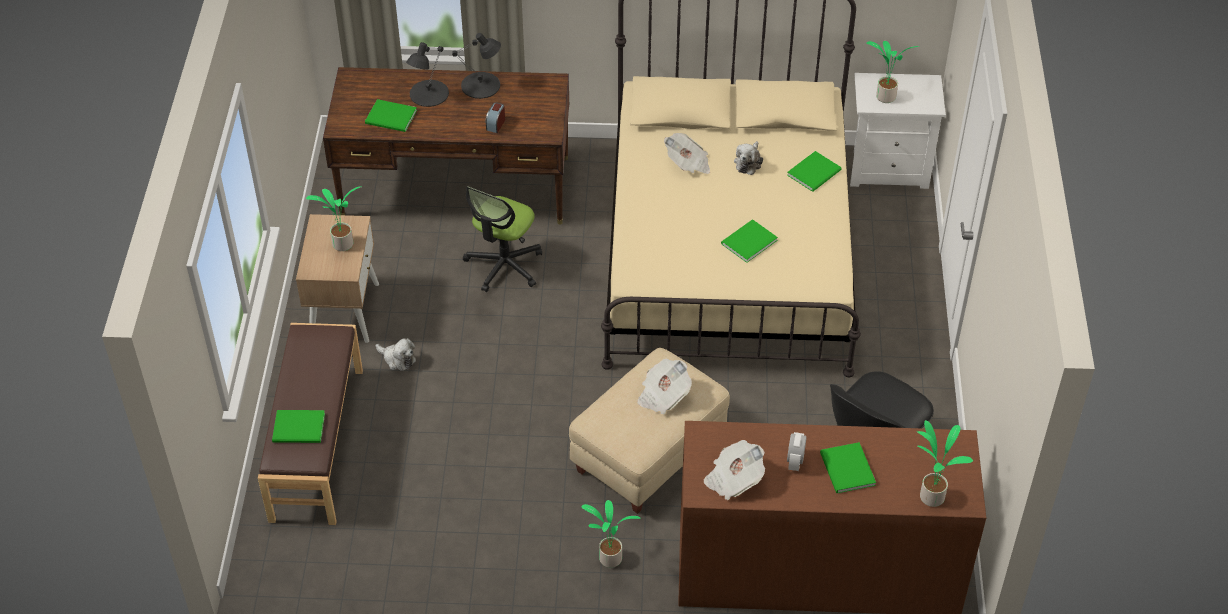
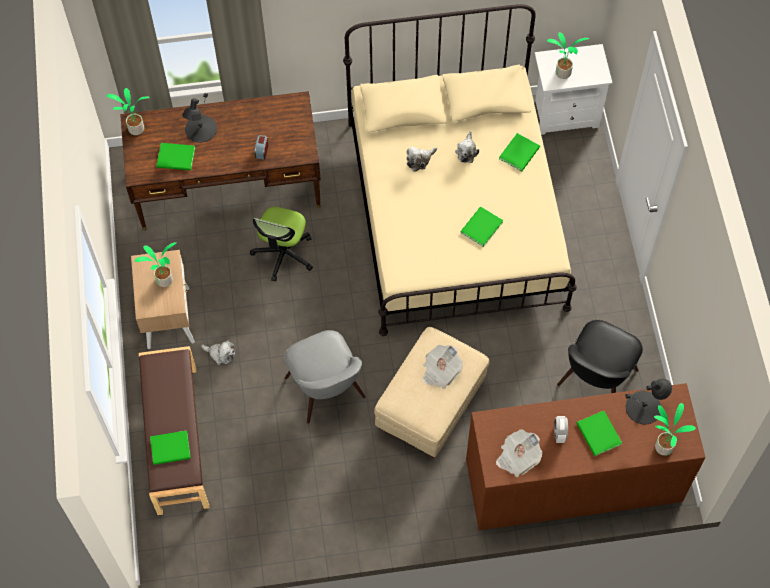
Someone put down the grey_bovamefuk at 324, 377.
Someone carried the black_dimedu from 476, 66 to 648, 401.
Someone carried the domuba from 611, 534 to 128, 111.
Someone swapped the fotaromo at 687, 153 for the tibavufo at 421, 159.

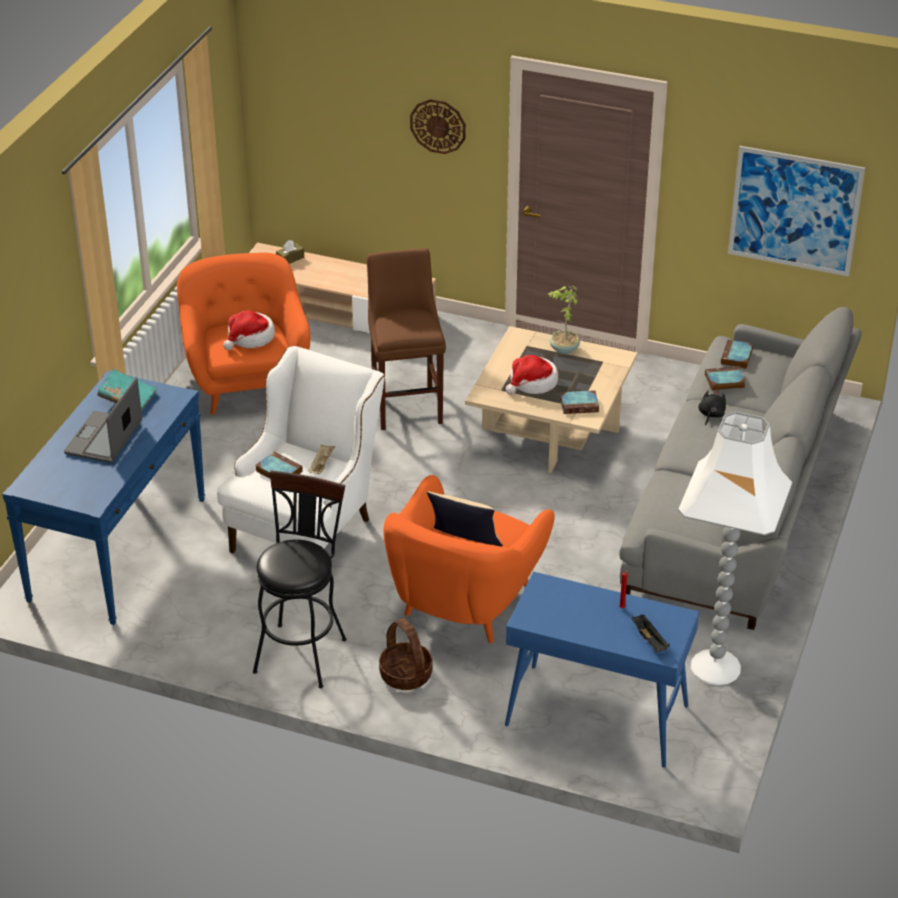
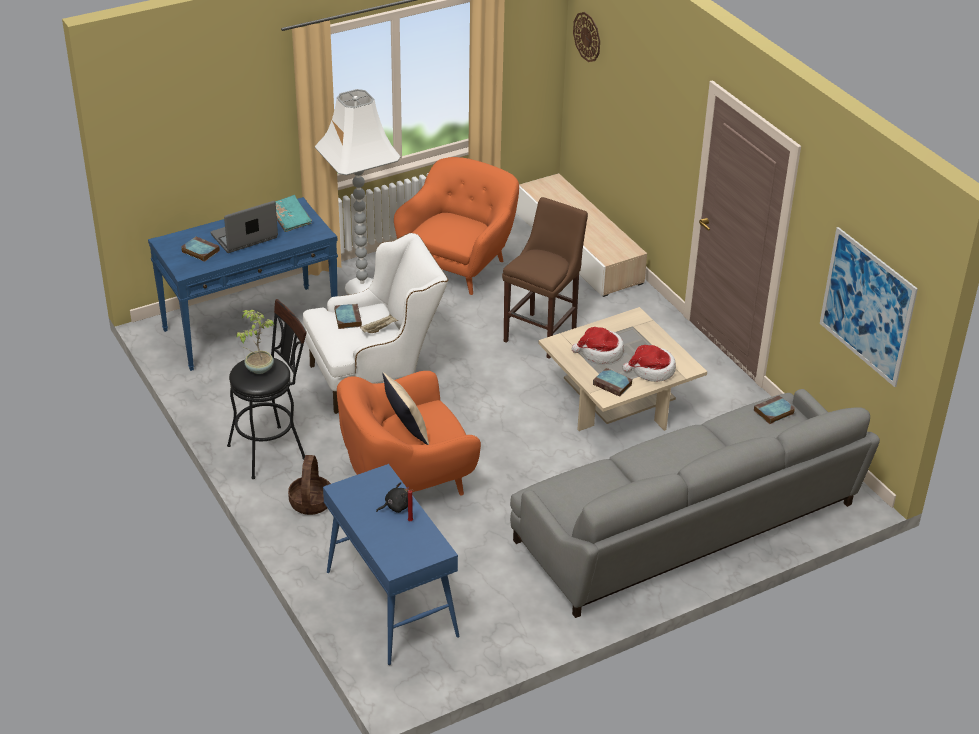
Someone took away the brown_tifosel at 290, 252.
Someone took away the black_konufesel at 651, 633.
Someone carried the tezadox from 249, 330 to 649, 363.
Someone carried the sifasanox from 438, 126 to 586, 37.
Someone carried the domuba from 564, 320 to 255, 342.
Someone carried the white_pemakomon from 735, 548 to 358, 192.
Someone carried the black_tibavufo from 712, 407 to 392, 497.
Someone carried the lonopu from 725, 378 to 200, 249.

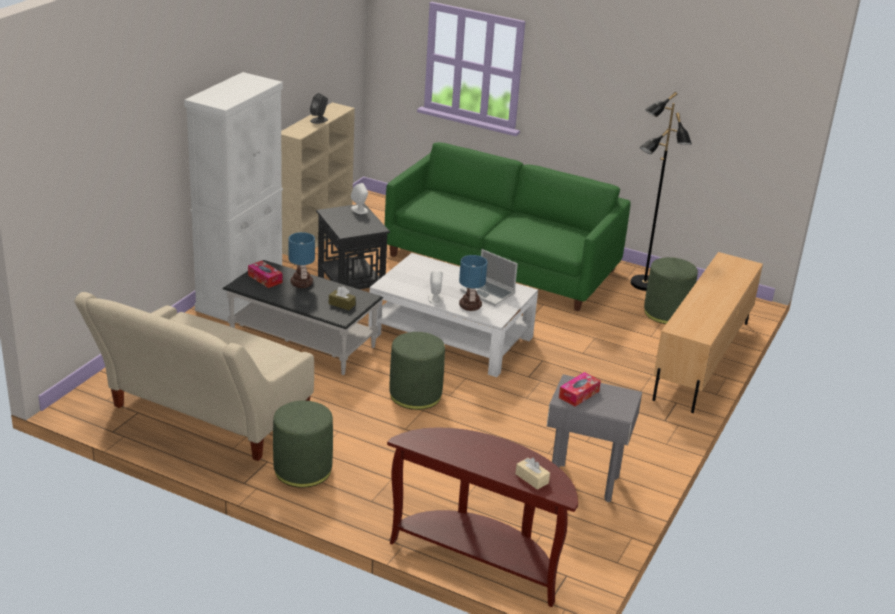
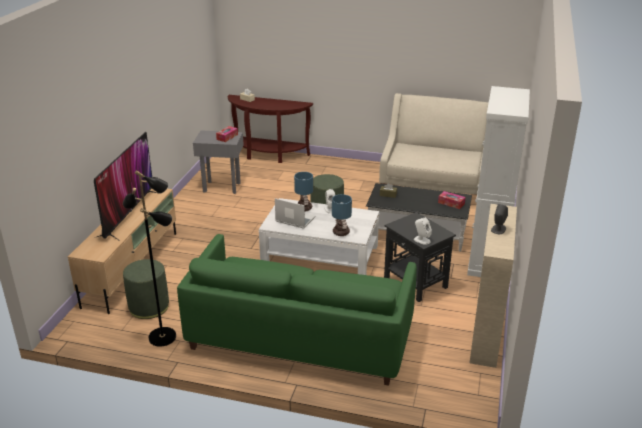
Someone took away the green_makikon at 303, 444.
Someone put down the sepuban at 127, 186.
Someone carried the dimedu from 302, 260 to 342, 215.

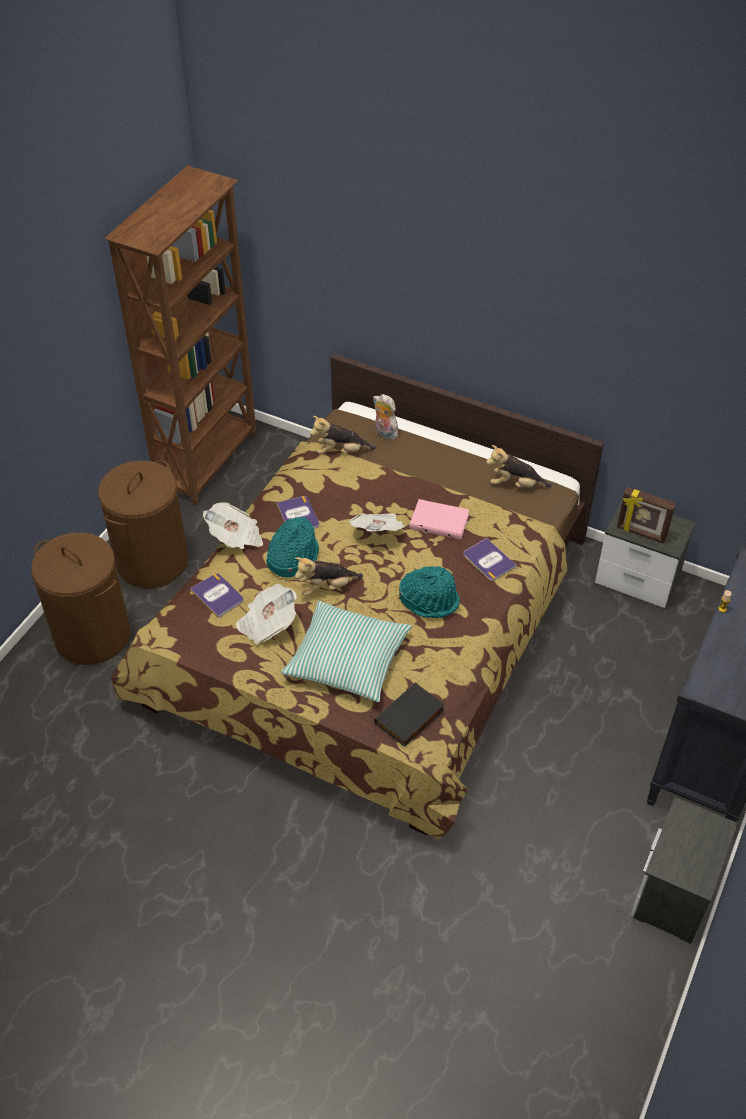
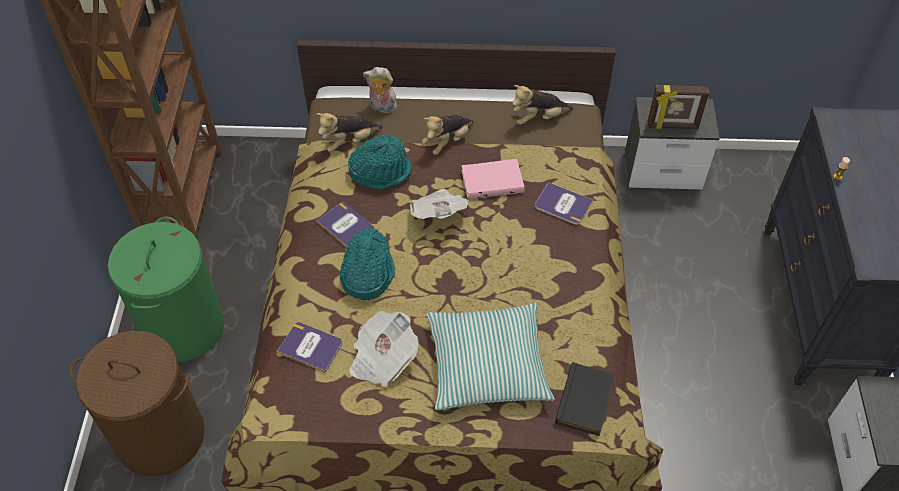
Someone took away the fotaromo at 233, 525.
Someone carried the tibavufo from 329, 576 to 448, 135.
Someone carried the turquoise_tezadox from 429, 592 to 380, 162.
Someone repainted the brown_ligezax at 143, 524, which became the green_ligezax at 166, 289.

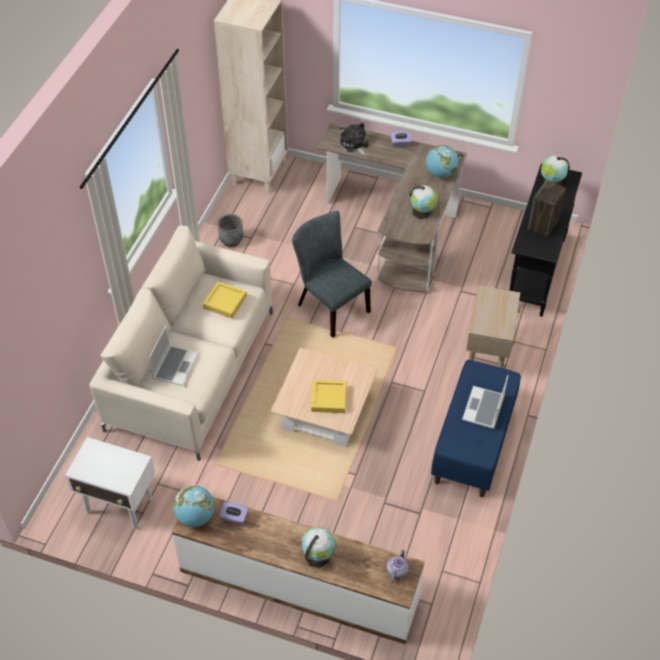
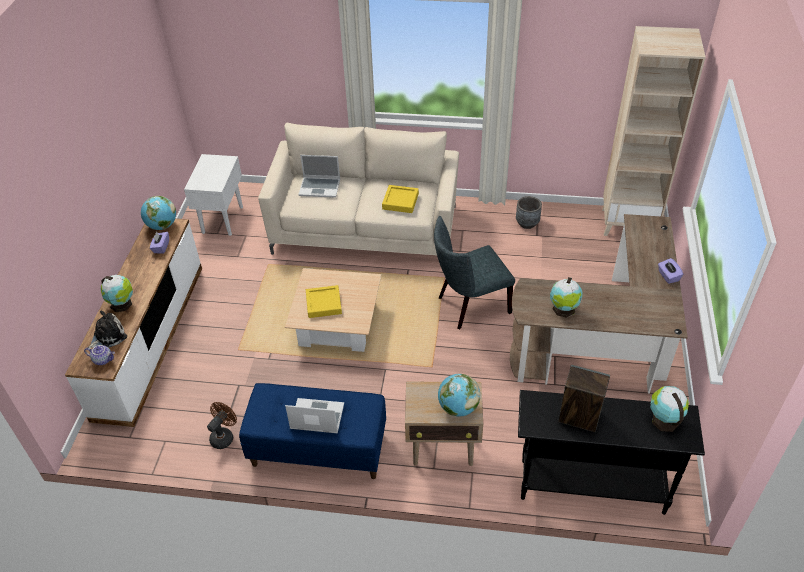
Someone put down the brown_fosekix at 222, 425.
Someone carried the tibavufo from 354, 139 to 107, 329.
Someone carried the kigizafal from 442, 161 to 459, 395.
Someone rotated the grey_bovamefuk at 332, 274 by 150 degrees counterclockwise.

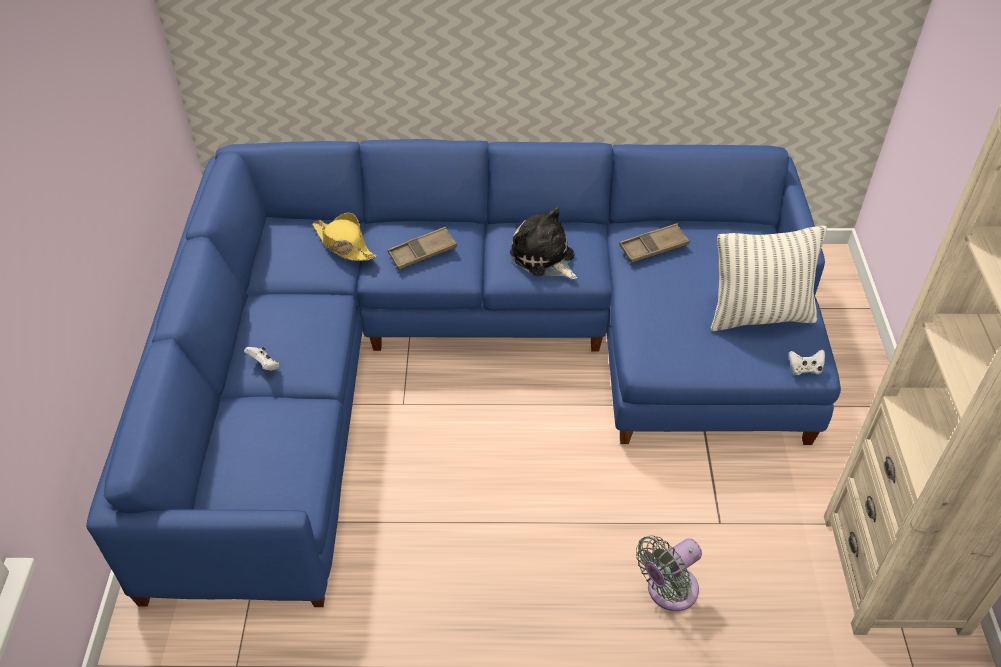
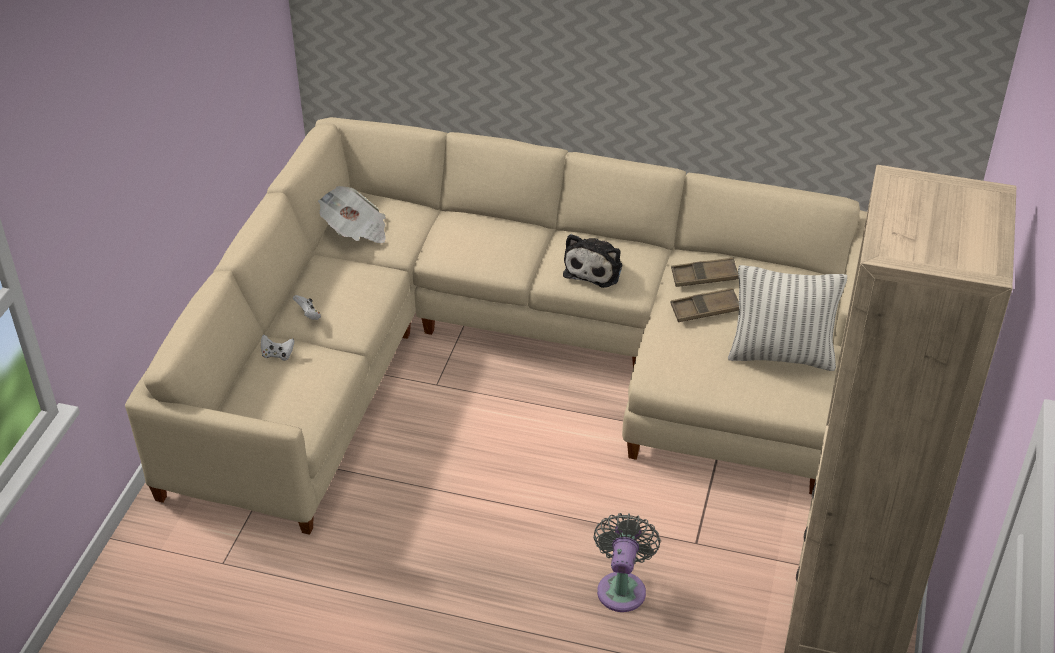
Someone took away the yellow_tezadox at 345, 237.
Someone put down the fotaromo at 352, 214.
Someone carried the brown_konufesel from 422, 248 to 705, 305.
Someone carried the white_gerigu from 807, 362 to 277, 348.
Someone repainted the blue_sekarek at 463, 373, which became the beige_sekarek at 496, 326.
Someone rotated the tibavufo at 543, 243 by 135 degrees counterclockwise.
Someone rotated the grey_fosekix at 669, 573 by 120 degrees clockwise.

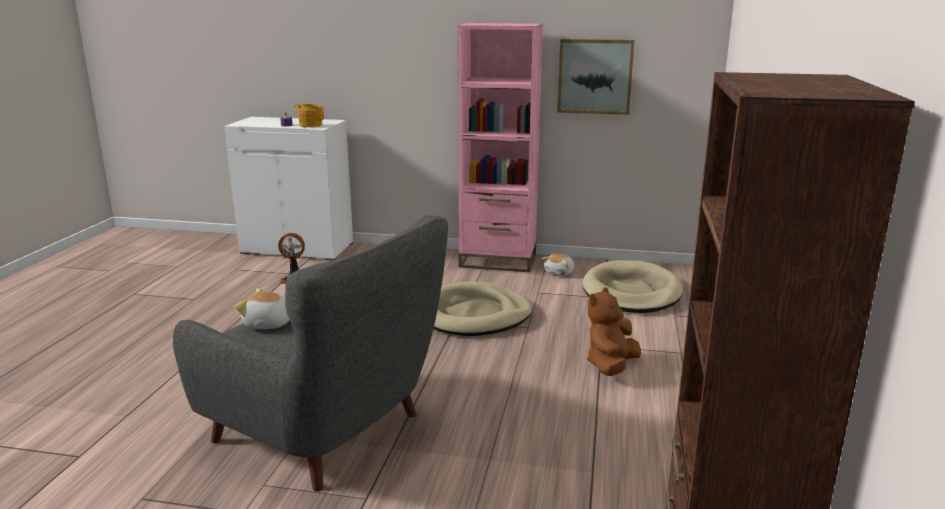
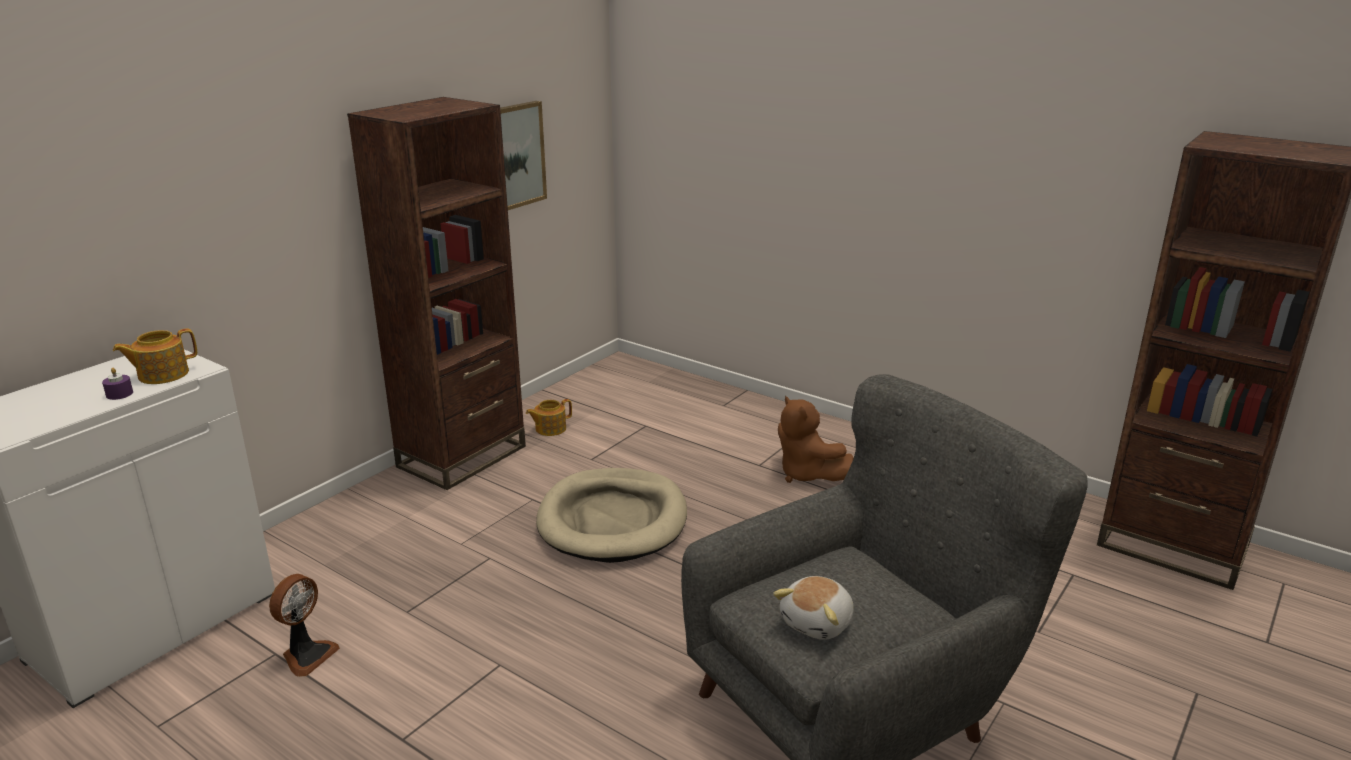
Someone took away the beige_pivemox at 633, 286.
Someone swapped the tibavufo at 557, 264 for the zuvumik at 549, 417.
Someone repainted the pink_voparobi at 500, 147, which became the brown_voparobi at 436, 293.

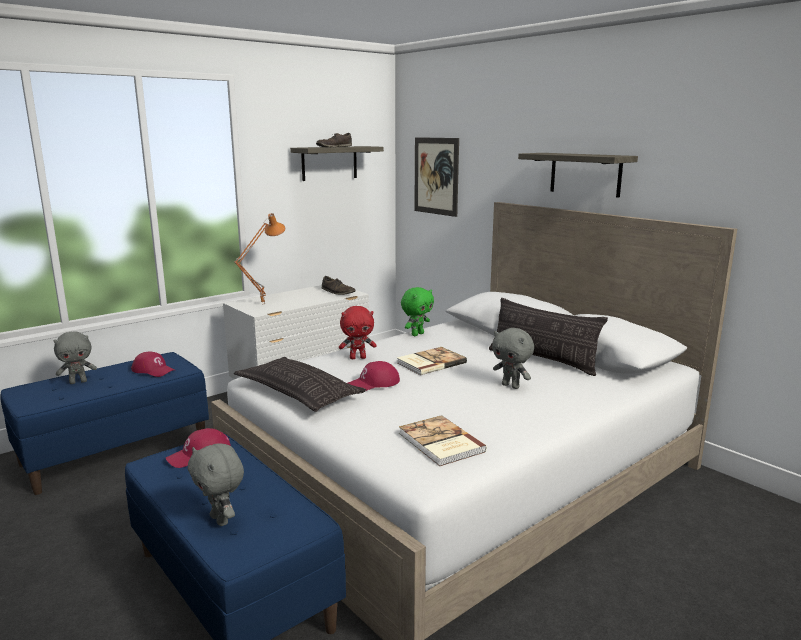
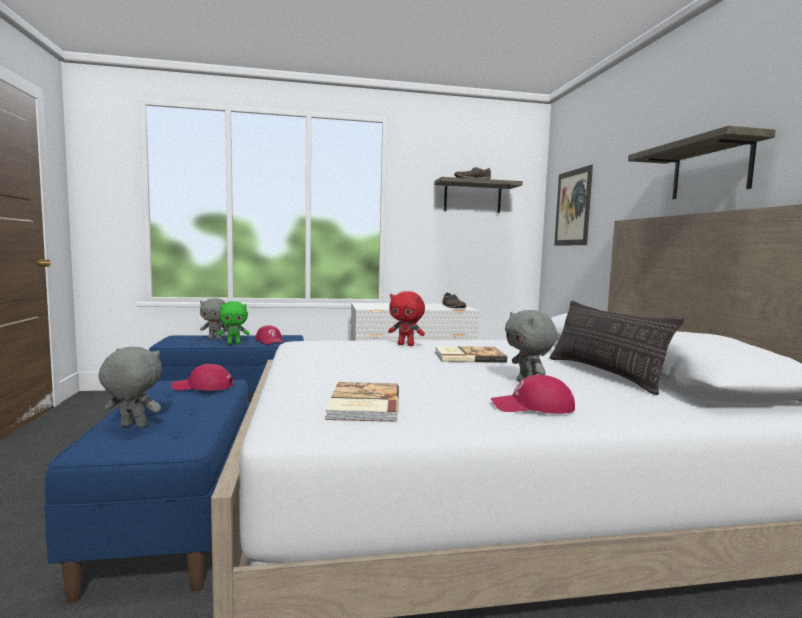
Someone took away the orange_dimedu at 259, 259.
Someone took away the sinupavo at 300, 384.
Someone carried the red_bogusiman from 374, 376 to 533, 394.
Someone carried the green_tibavufo from 417, 311 to 234, 322.
Someone rotated the grey_tibavufo at 216, 484 by 105 degrees clockwise.

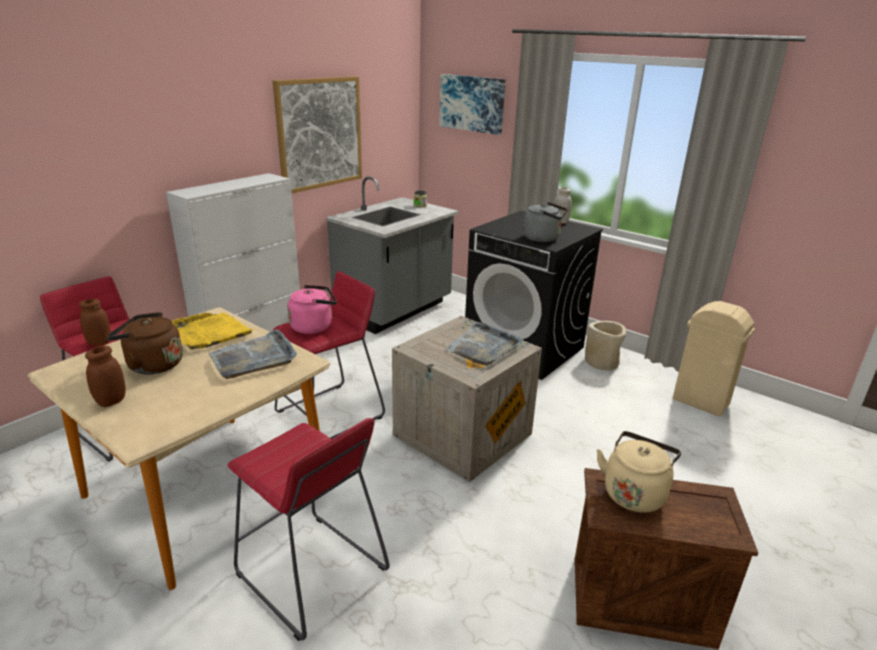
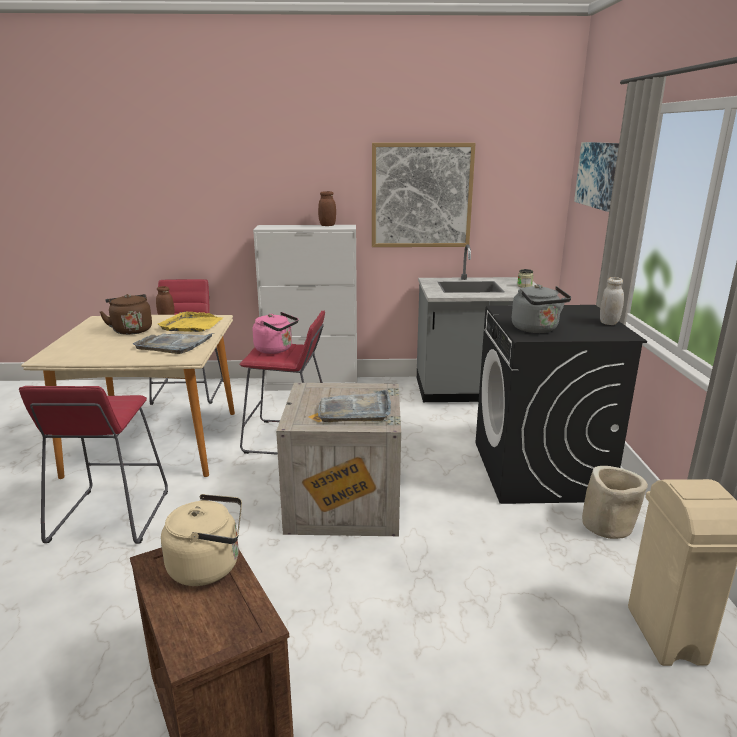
Someone carried the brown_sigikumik from 105, 376 to 327, 208.

